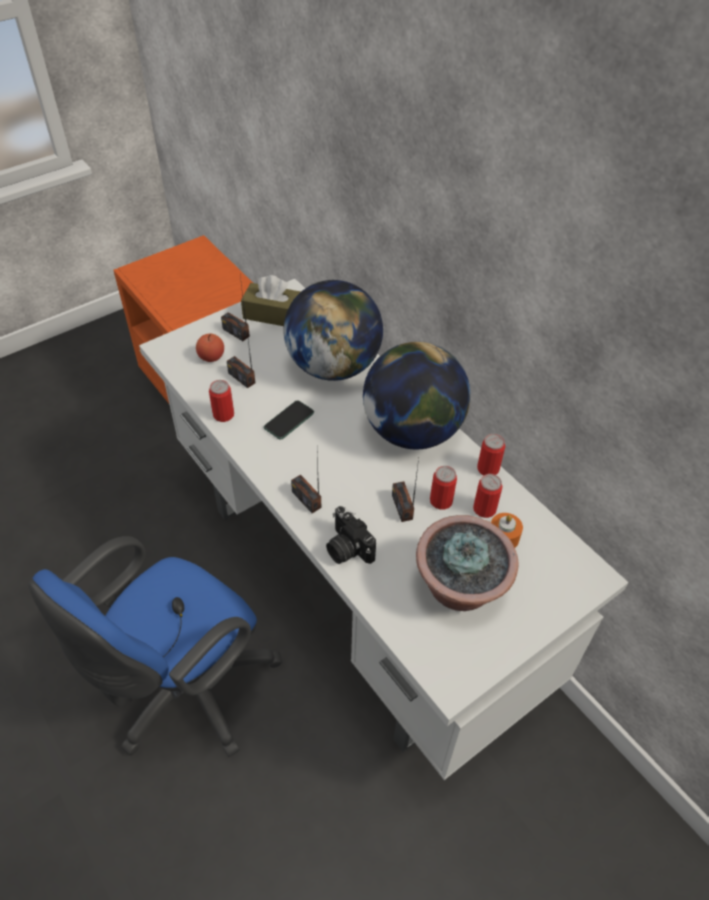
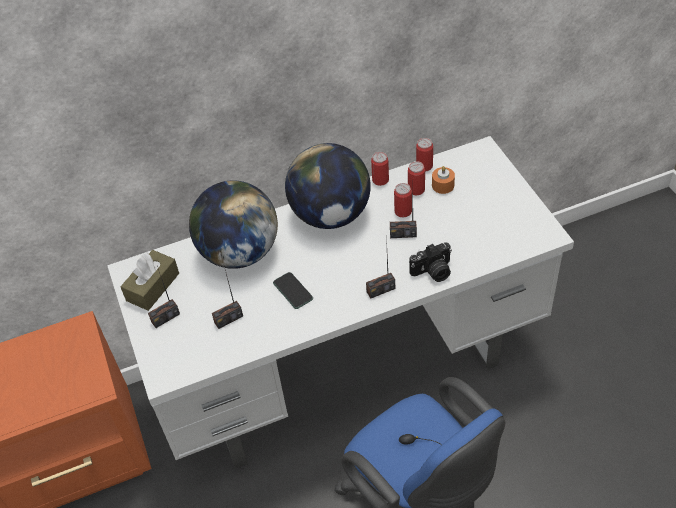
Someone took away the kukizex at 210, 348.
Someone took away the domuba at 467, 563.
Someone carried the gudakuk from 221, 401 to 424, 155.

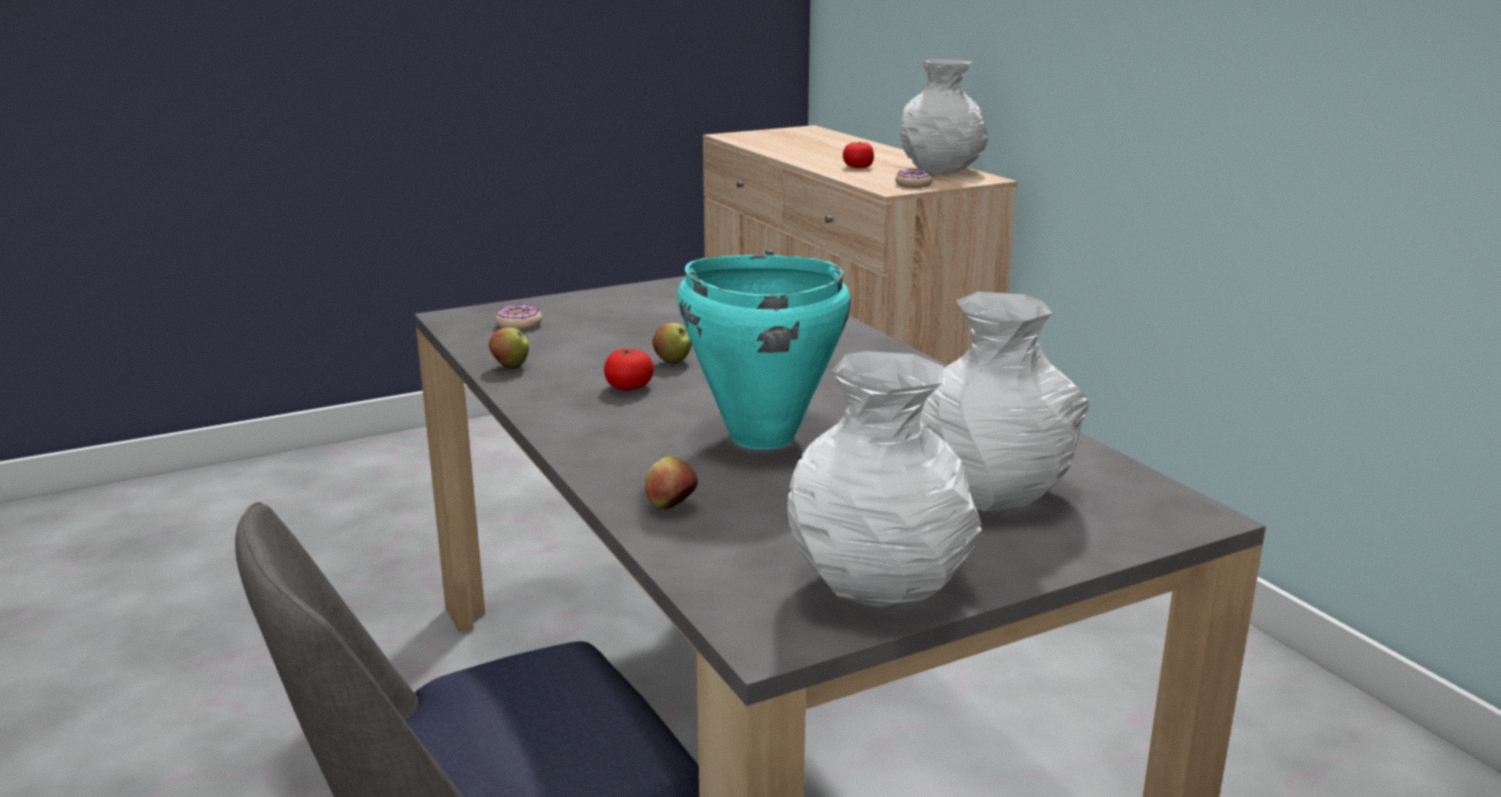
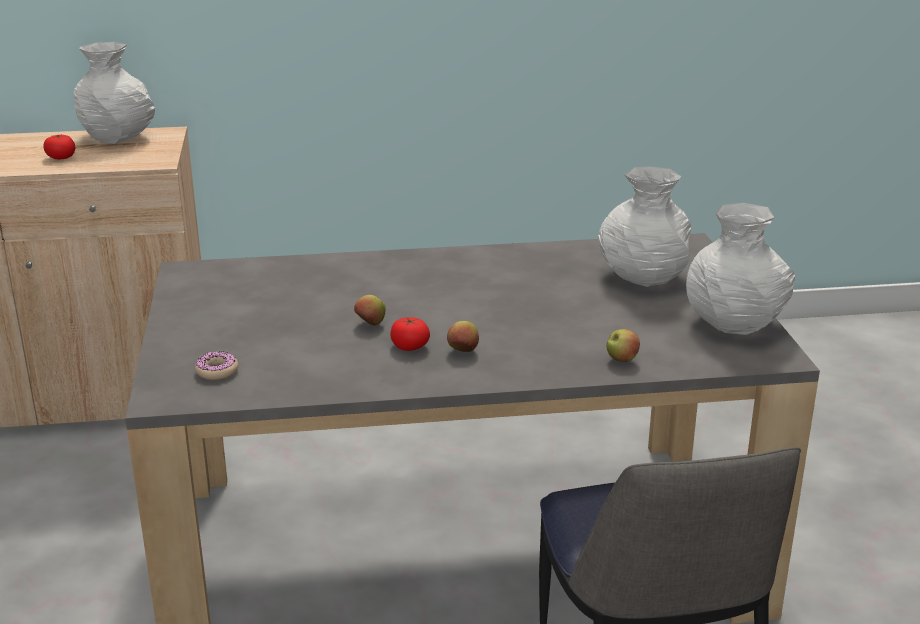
Someone took away the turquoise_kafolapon at 764, 352.
Someone took away the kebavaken at 914, 179.
Someone carried the kukizex from 509, 348 to 463, 336.

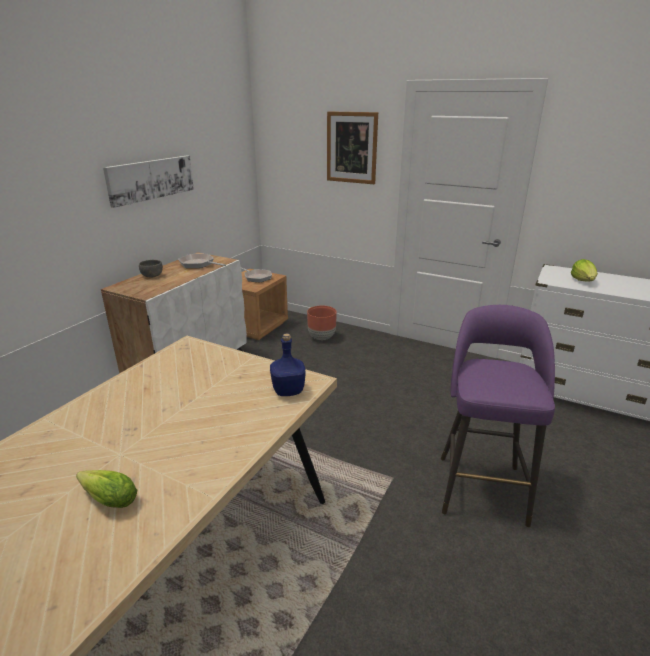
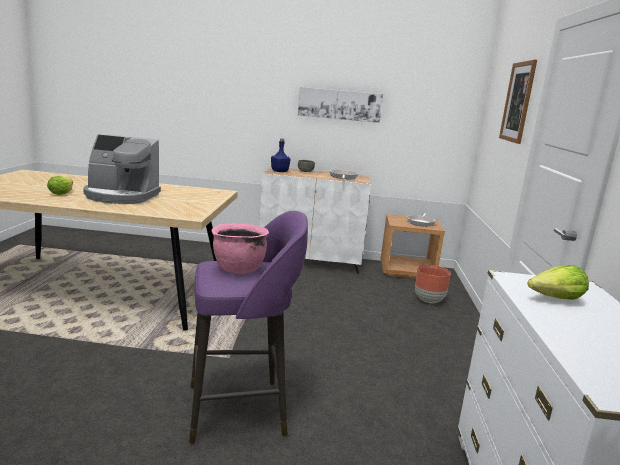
Someone put down the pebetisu at 122, 169.
Someone put down the pink_kafolapon at 240, 248.
Someone carried the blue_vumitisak from 288, 364 to 280, 155.

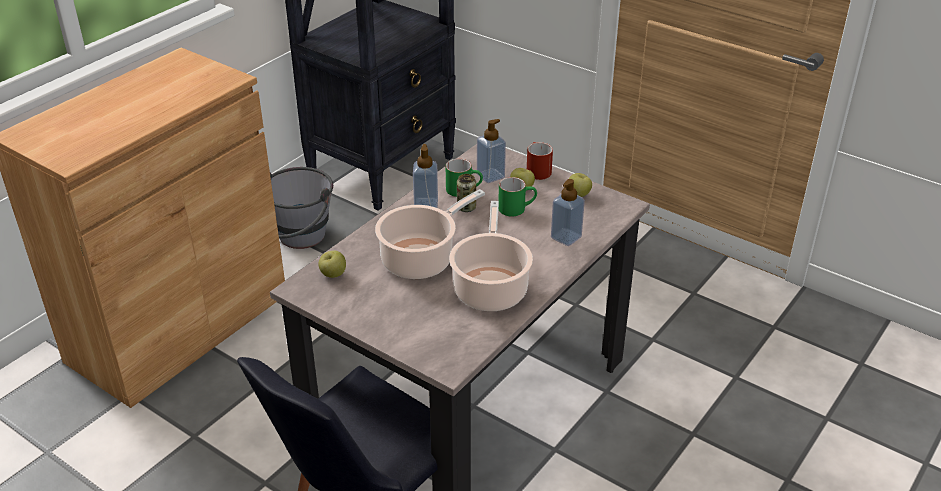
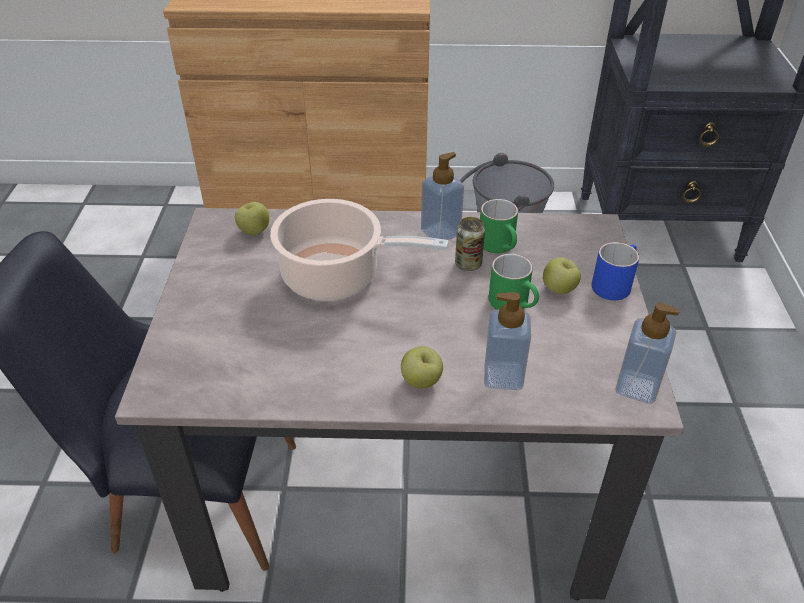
Someone took away the kafolapon at 491, 256.
Someone carried the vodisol from 491, 151 to 647, 353.
Someone carried the kukizex from 580, 185 to 422, 367.
Someone repainted the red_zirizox at 540, 161, which became the blue_zirizox at 615, 271.

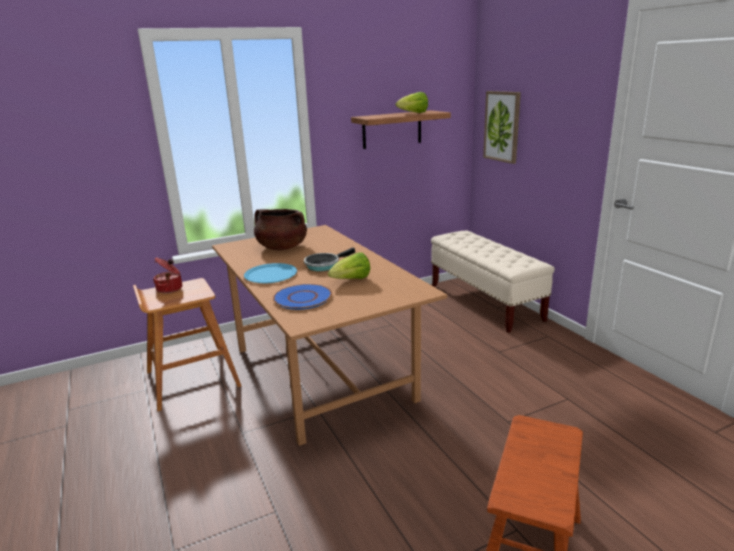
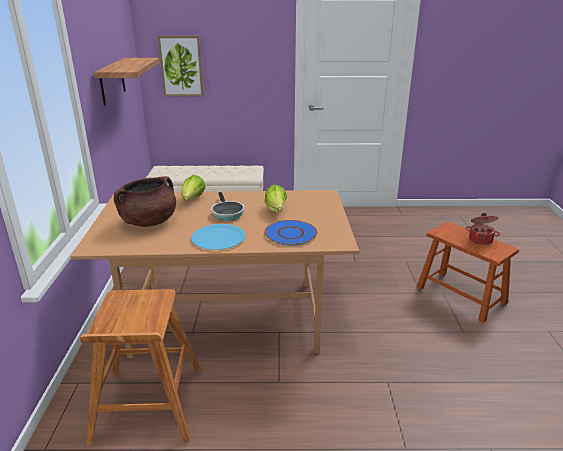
Someone carried the kafolapon from 167, 275 to 482, 229.
Someone carried the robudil from 412, 102 to 193, 187.

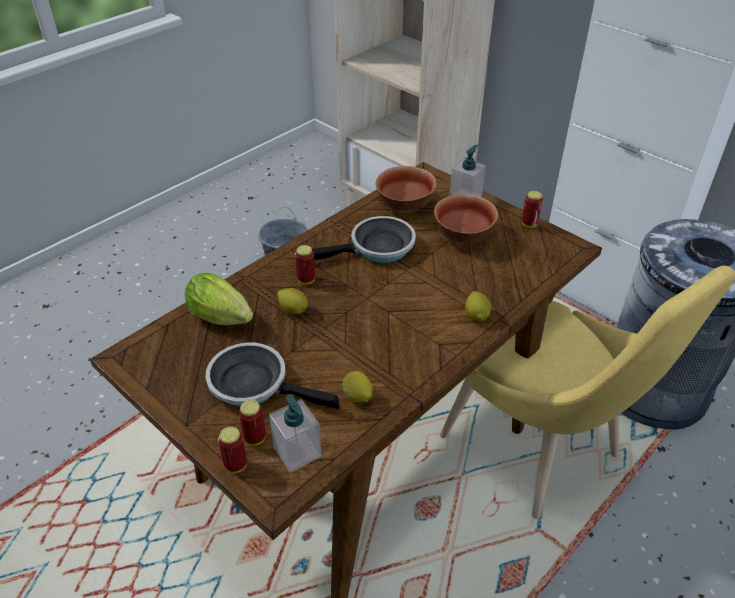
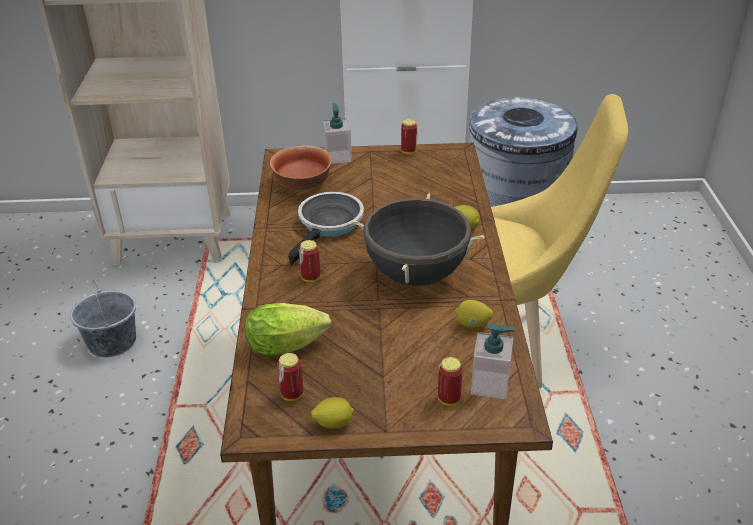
Someone took away the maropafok at 272, 376.
Someone took away the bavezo at 466, 218.
Someone put down the black_kafolapon at 418, 239.
Someone carried the gudakuk from 232, 449 to 290, 377.
Someone carried the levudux from 292, 301 to 333, 413.

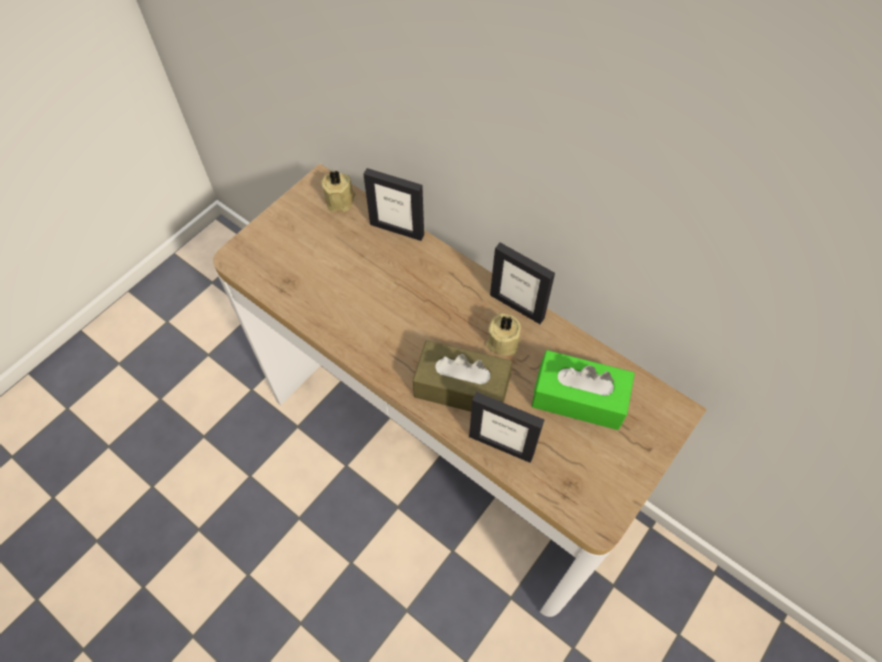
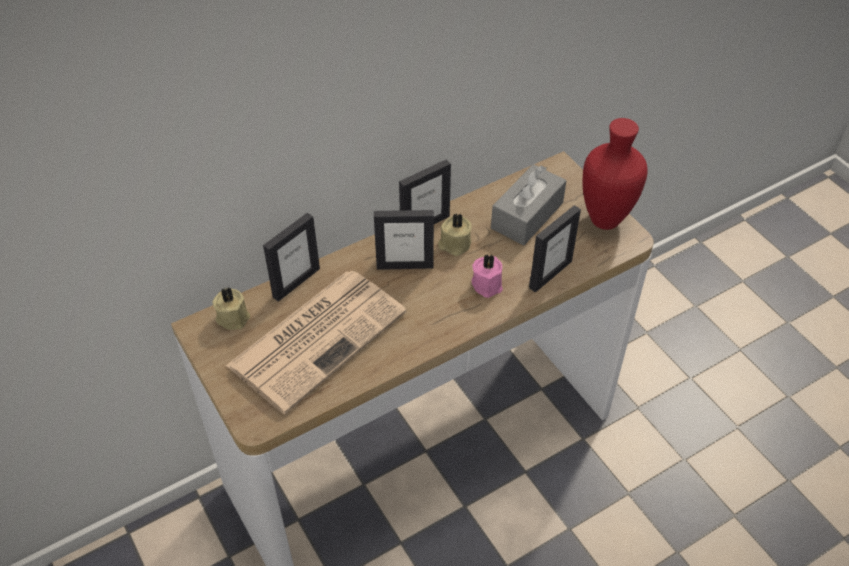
Someone put down the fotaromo at 316, 342.
Someone put down the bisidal at 404, 240.
Someone put down the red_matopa at 615, 174.
Someone swapped the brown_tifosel at 462, 376 for the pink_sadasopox at 487, 276.
Someone repainted the green_tifosel at 583, 390, which became the grey_tifosel at 528, 204.

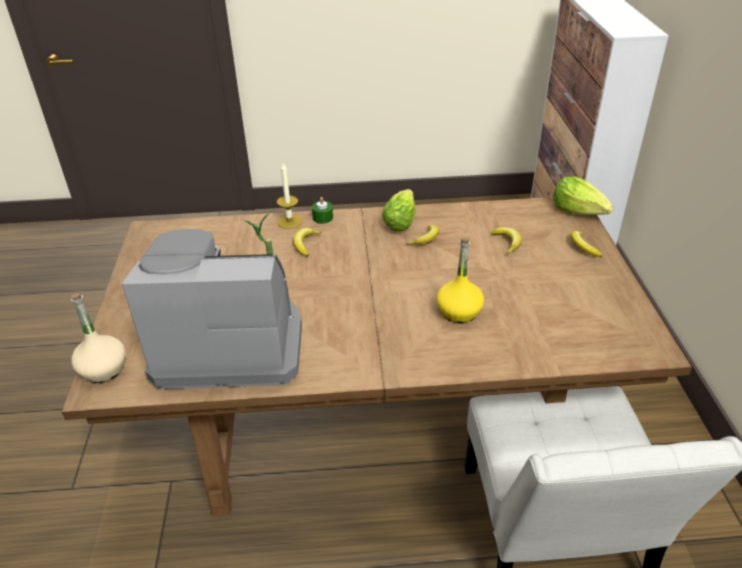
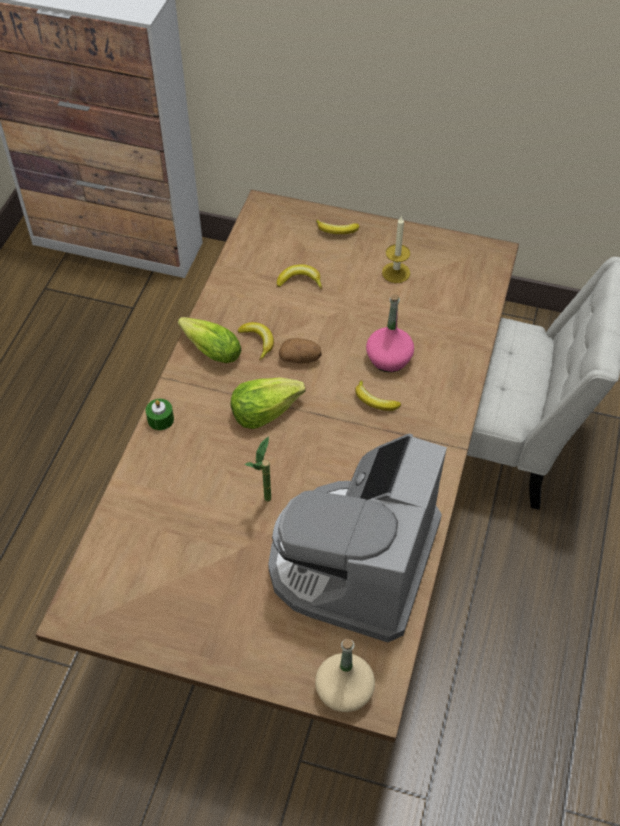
Someone put down the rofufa at 300, 351.
Someone carried the sadasopox from 289, 196 to 396, 249.
Someone carried the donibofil from 307, 242 to 378, 395.
Someone carried the robudil from 583, 195 to 268, 403.
Someone repainted the yellow_vumitisak at 460, 280, which became the pink_vumitisak at 390, 333.

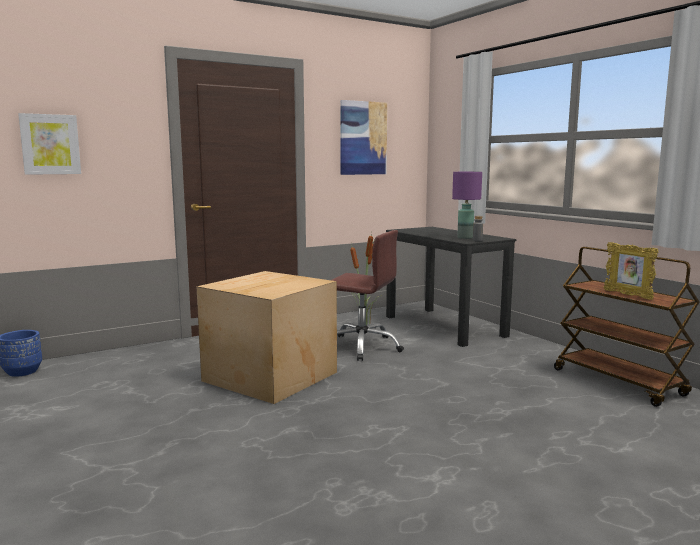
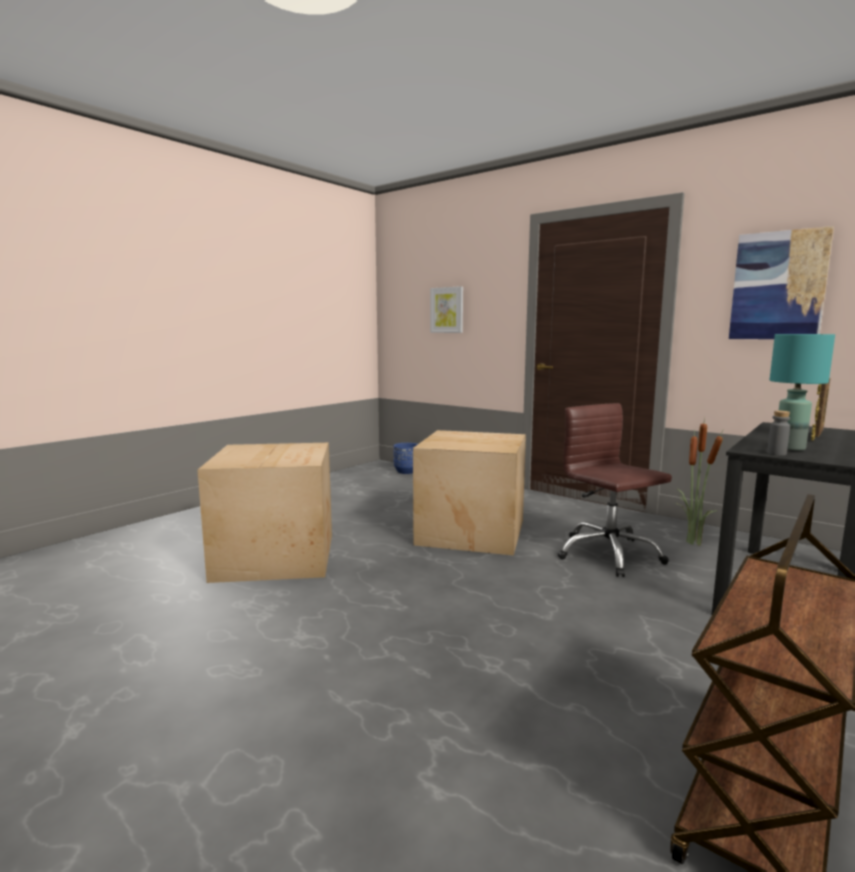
Someone put down the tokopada at 264, 513.
Someone carried the bisidal from 631, 271 to 821, 409.
Someone repainted the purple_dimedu at 467, 205, which became the turquoise_dimedu at 802, 392.
Someone rotated the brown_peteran at 368, 295 by 150 degrees clockwise.

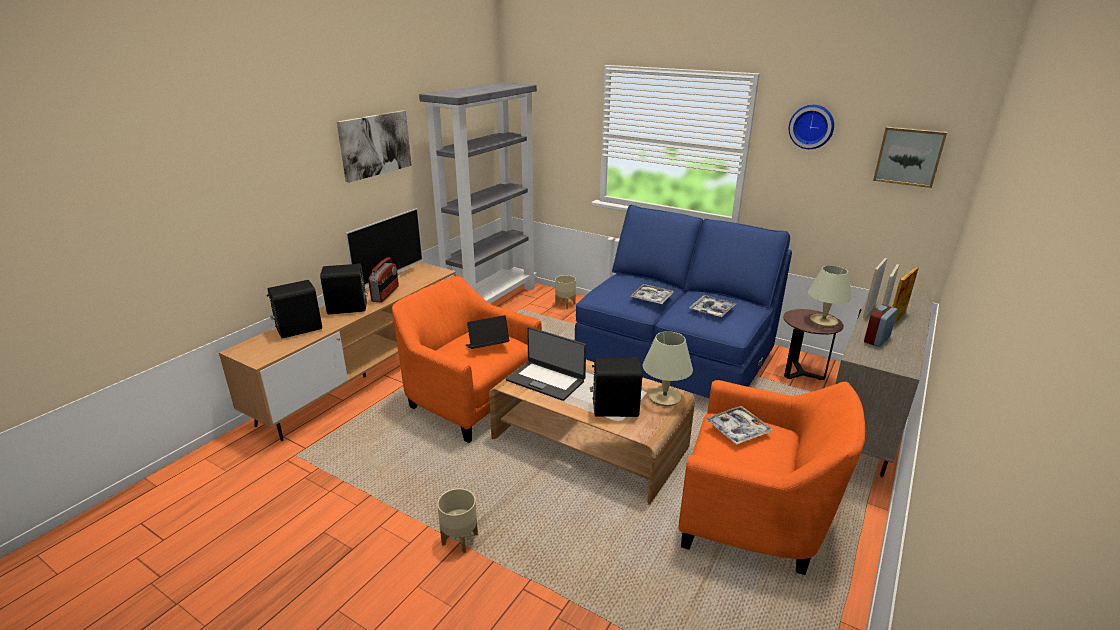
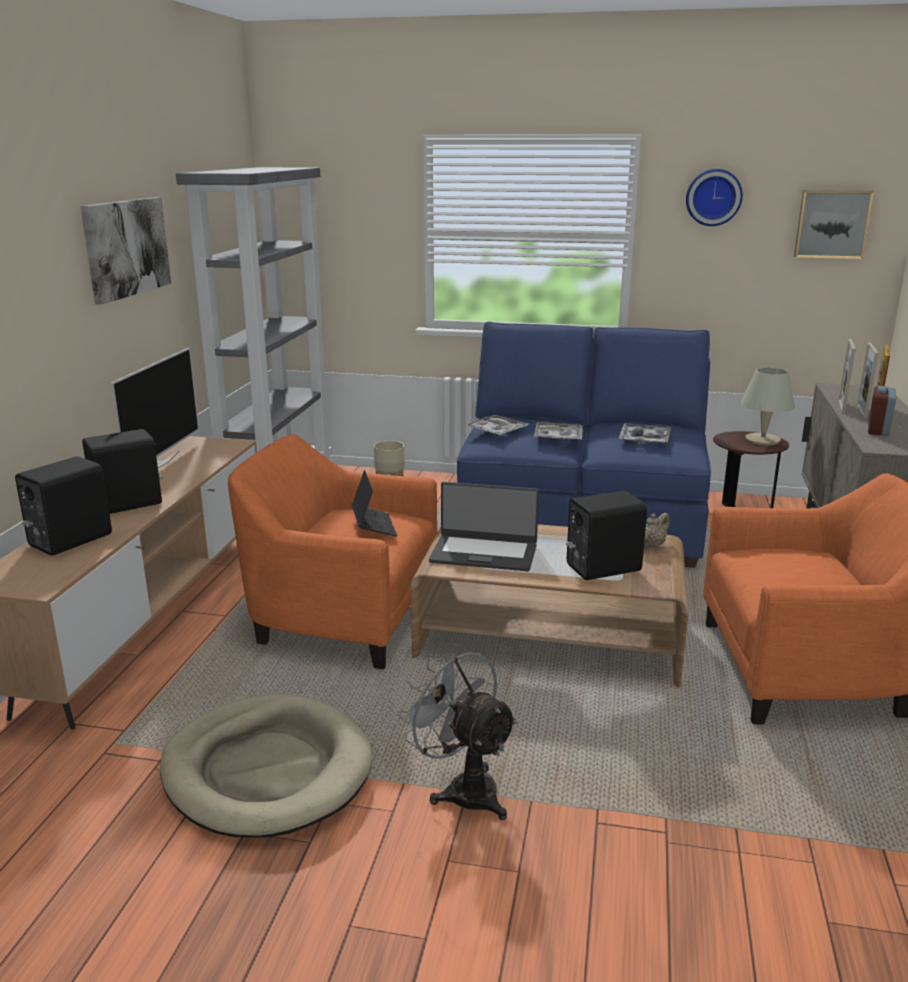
Someone took away the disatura at 383, 280.
Someone put down the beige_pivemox at 266, 765.
Someone carried the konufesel from 739, 425 to 496, 425.
Someone swapped the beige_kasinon at 457, 520 for the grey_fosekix at 457, 732.
Someone swapped the beige_dimedu at 668, 368 for the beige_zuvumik at 657, 531.
Someone rotated the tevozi at 487, 332 by 120 degrees clockwise.

